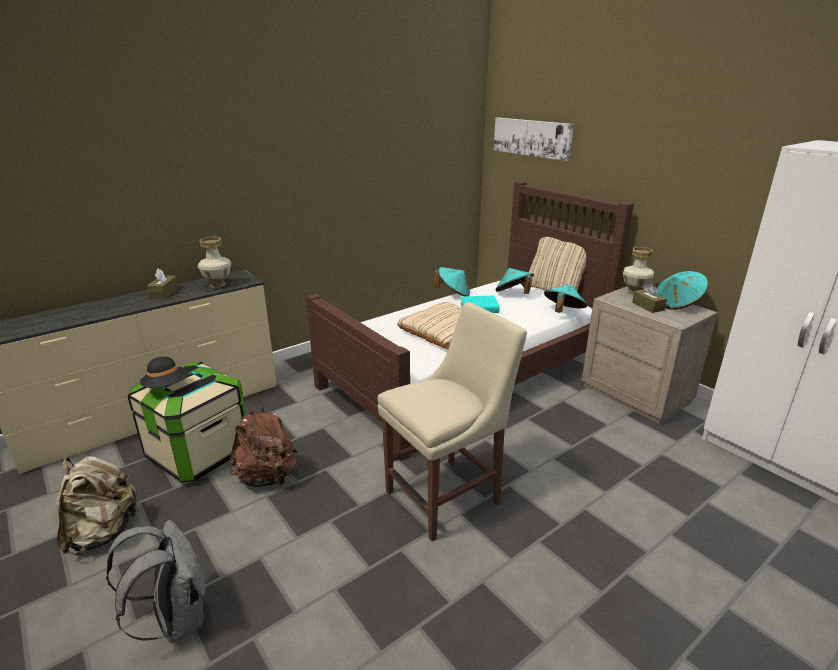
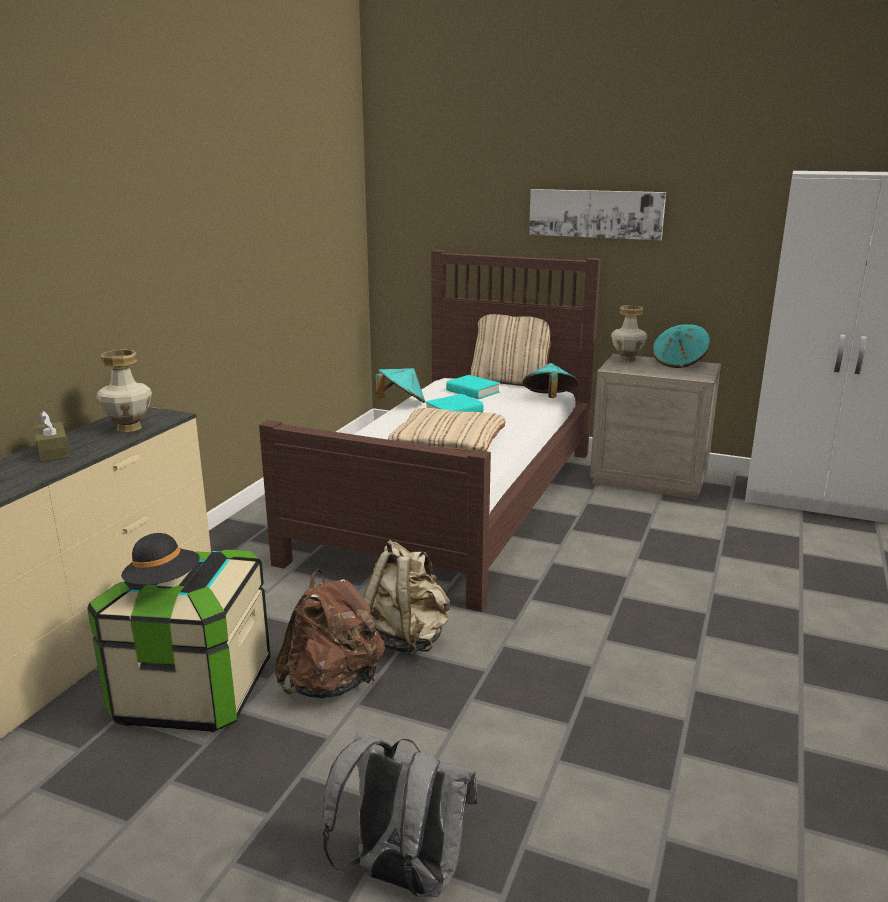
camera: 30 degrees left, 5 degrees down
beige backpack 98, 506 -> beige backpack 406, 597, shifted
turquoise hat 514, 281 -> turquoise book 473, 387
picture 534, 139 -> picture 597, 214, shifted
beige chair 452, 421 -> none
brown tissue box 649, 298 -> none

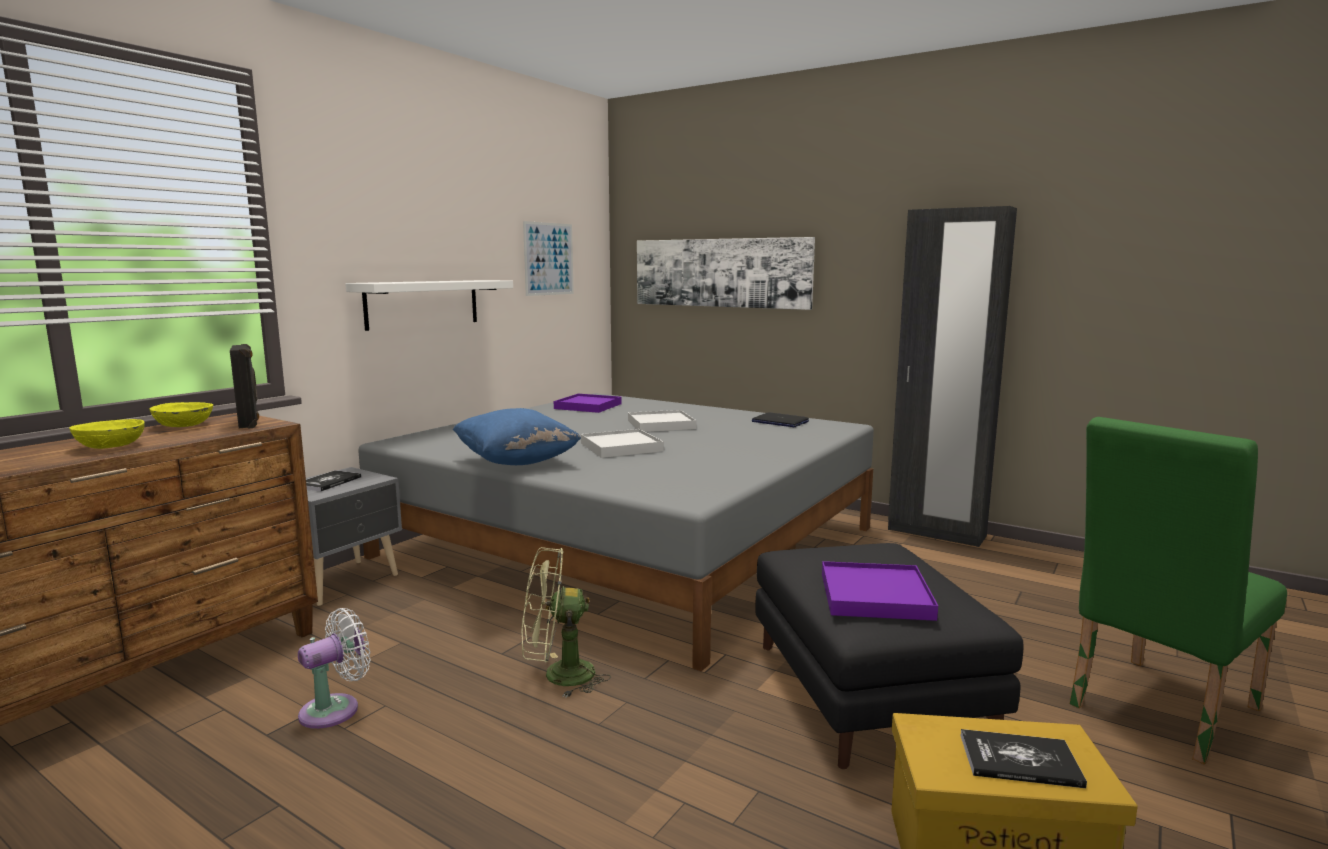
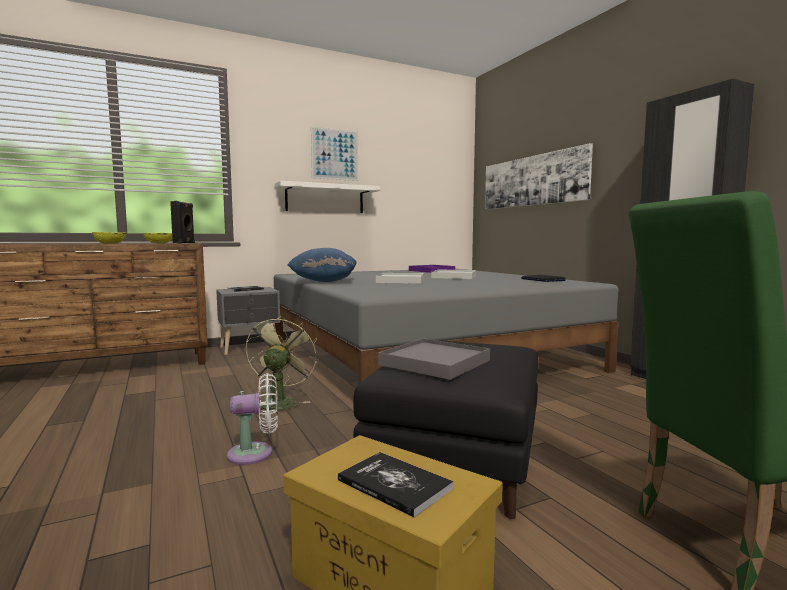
camera: 30 degrees right, 5 degrees down
white fan 334, 668 -> white fan 252, 419, shifted
green fan 566, 622 -> green fan 282, 365, 75 degrees clockwise
picture 548, 258 -> picture 334, 153, shifted
purple tray 880, 591 -> grey tray 434, 359

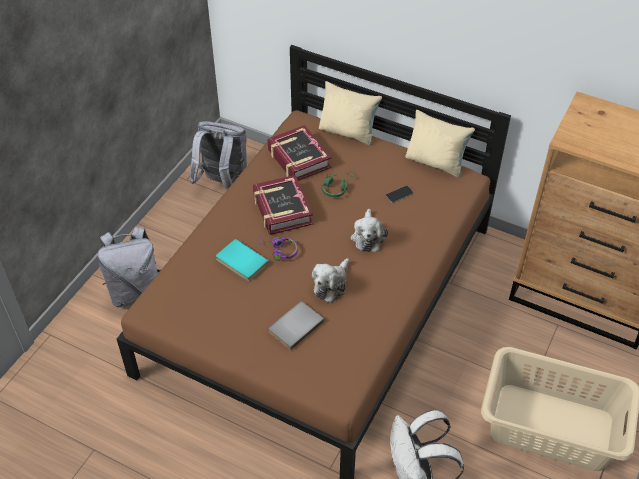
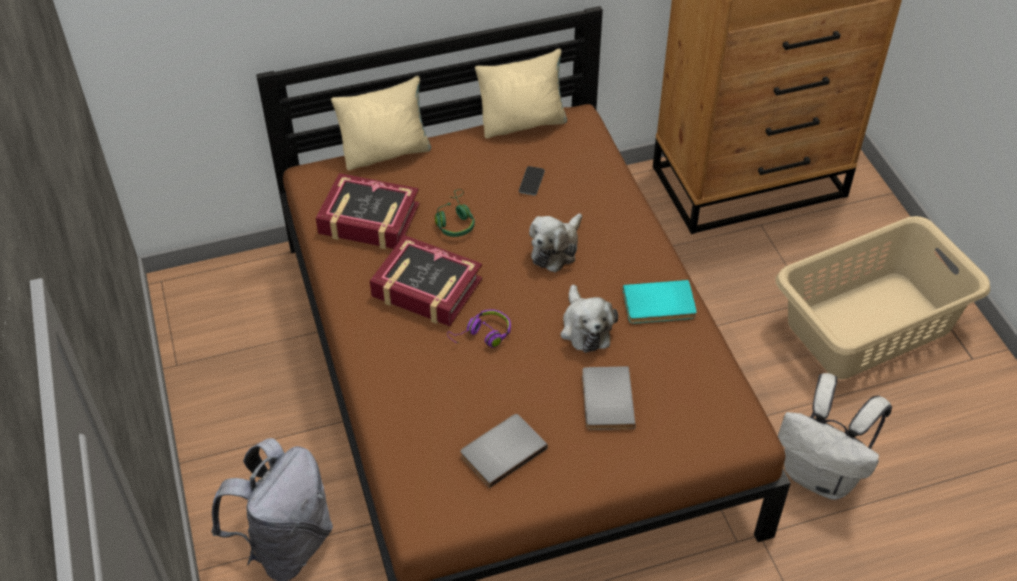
camera: 45 degrees left, 0 degrees up
none -> grey book 504, 451
plush toy 369, 230 -> plush toy 555, 243, 75 degrees clockwise
turquoise book 242, 260 -> turquoise book 660, 302, shifted
grey backpack 218, 155 -> none

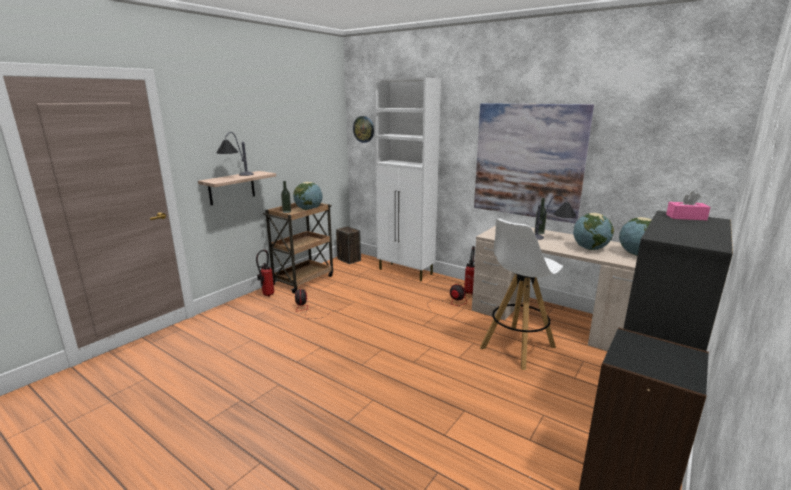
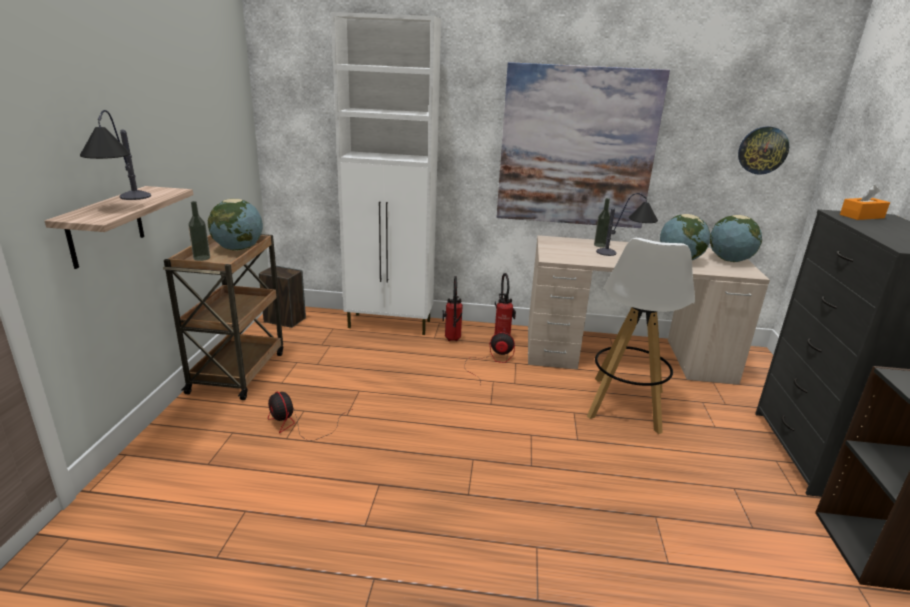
camera: 30 degrees left, 5 degrees up
fire extinguisher 265, 273 -> fire extinguisher 452, 308, shifted
wall clock 363, 129 -> wall clock 763, 150, shifted
pink tissue box 688, 205 -> orange tissue box 865, 202

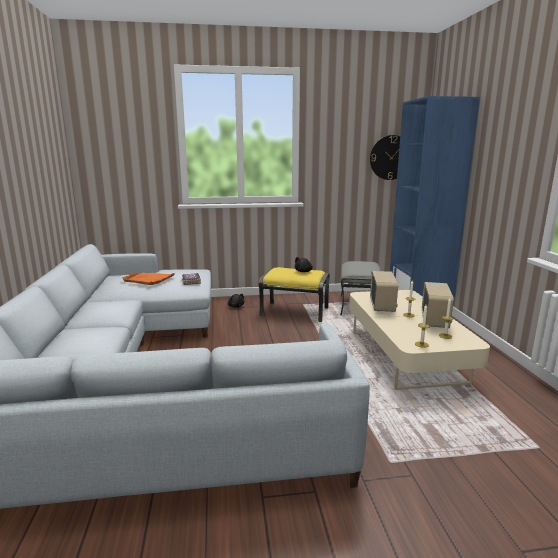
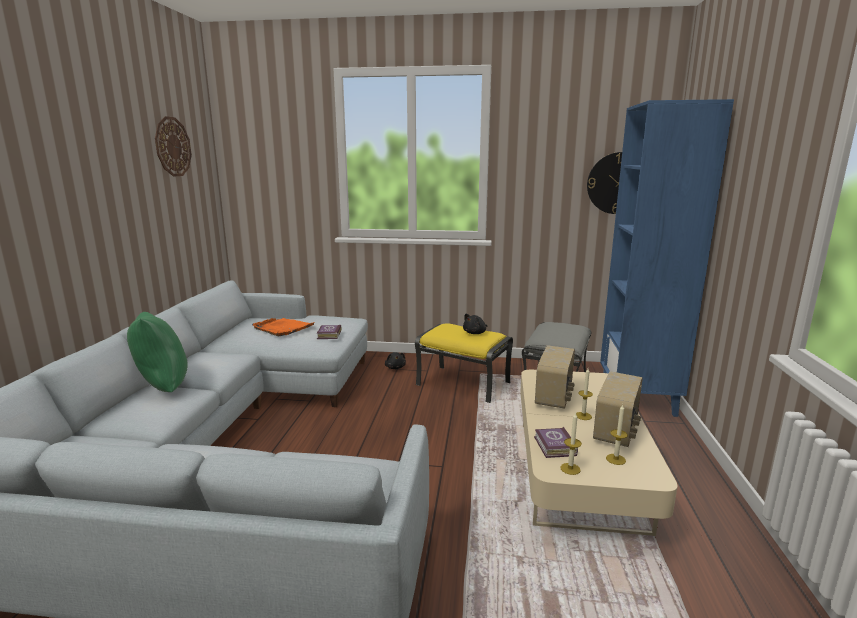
camera: 15 degrees right, 0 degrees up
none -> green pillow 157, 352
none -> wall clock 173, 146
none -> book 556, 442

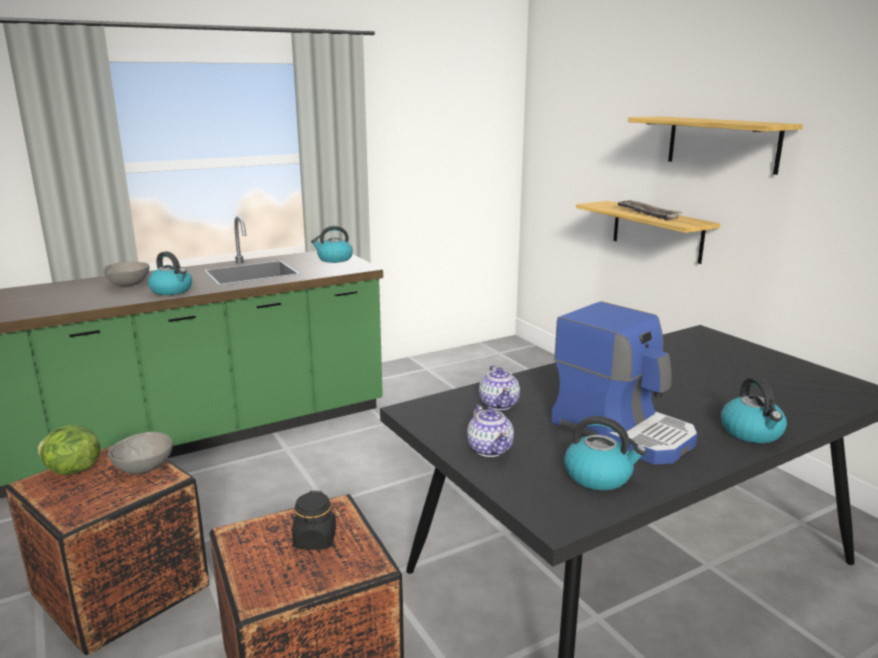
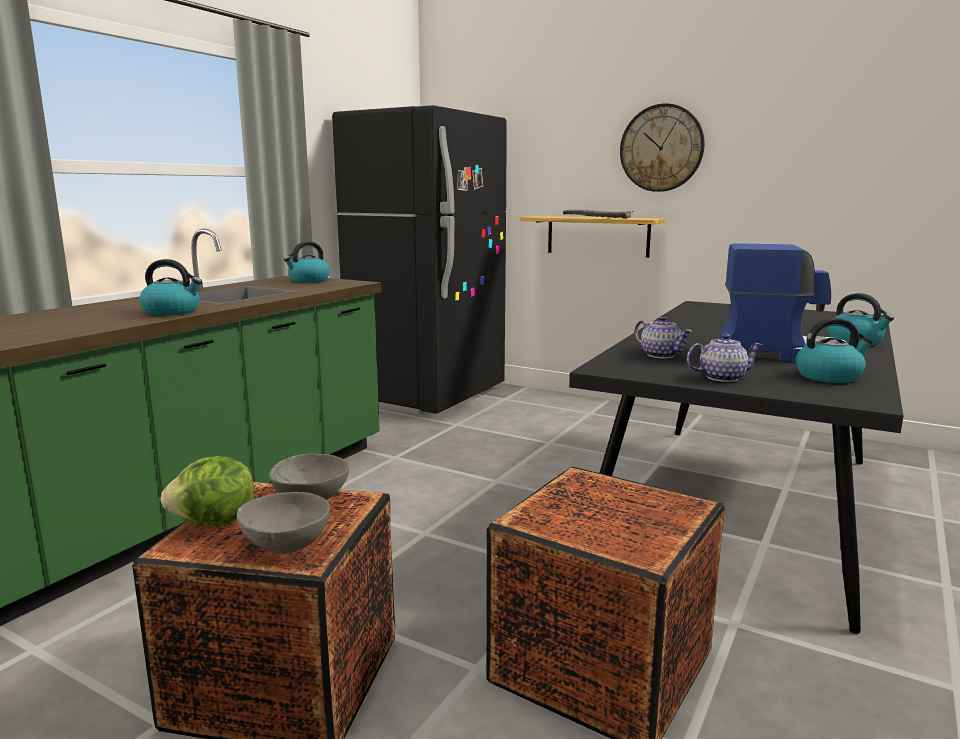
camera: 30 degrees left, 5 degrees down
grey bowl 126, 274 -> grey bowl 283, 522, shifted
none -> black fridge 419, 260
shelf 715, 145 -> wall clock 662, 147
teapot 490, 431 -> teapot 724, 358, 45 degrees counterclockwise
black jar 314, 520 -> none

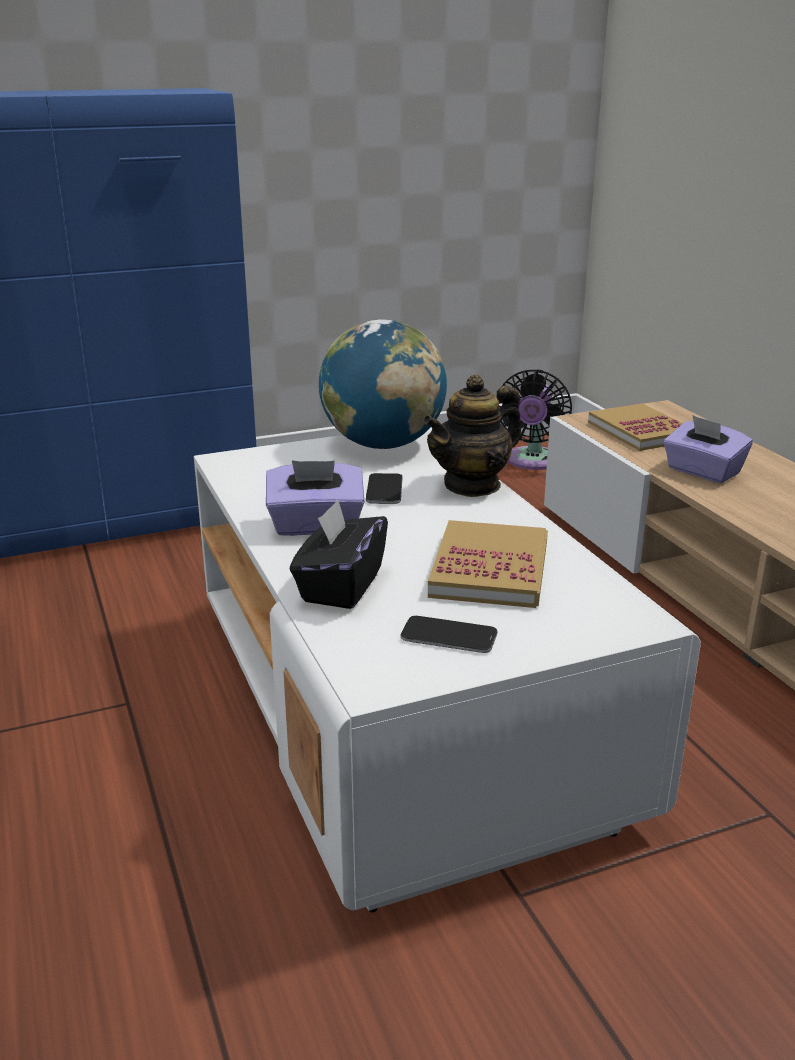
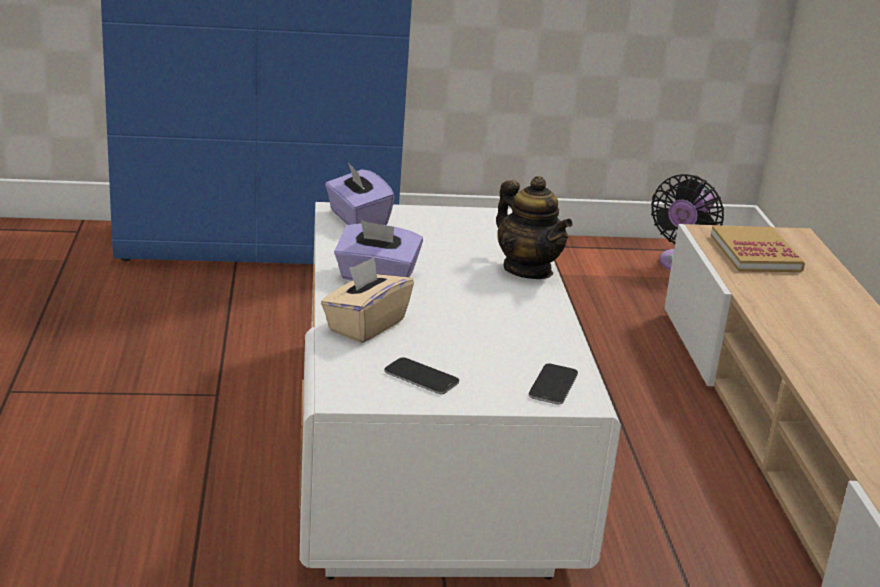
camera: 15 degrees right, 0 degrees up
black tissue box 339, 554 -> beige tissue box 367, 300
purple tissue box 708, 449 -> purple tissue box 360, 194, shifted
teapot 472, 435 -> teapot 534, 227, 105 degrees counterclockwise
phone 384, 488 -> phone 553, 384, shifted
globe 383, 384 -> none
book 488, 564 -> none

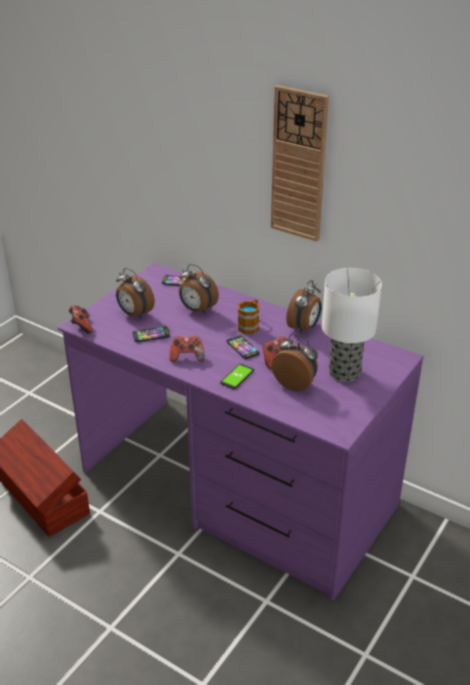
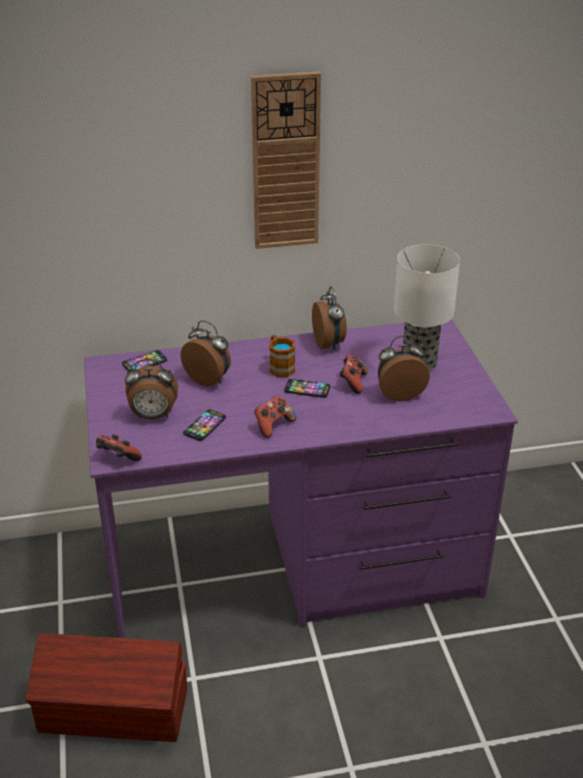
camera: 45 degrees left, 0 degrees up
alarm clock 199, 289 -> alarm clock 206, 353, 135 degrees counterclockwise
phone 237, 376 -> none

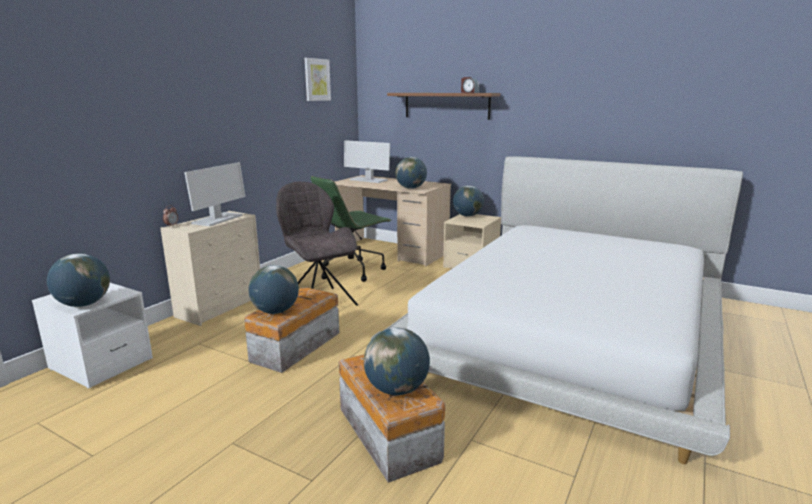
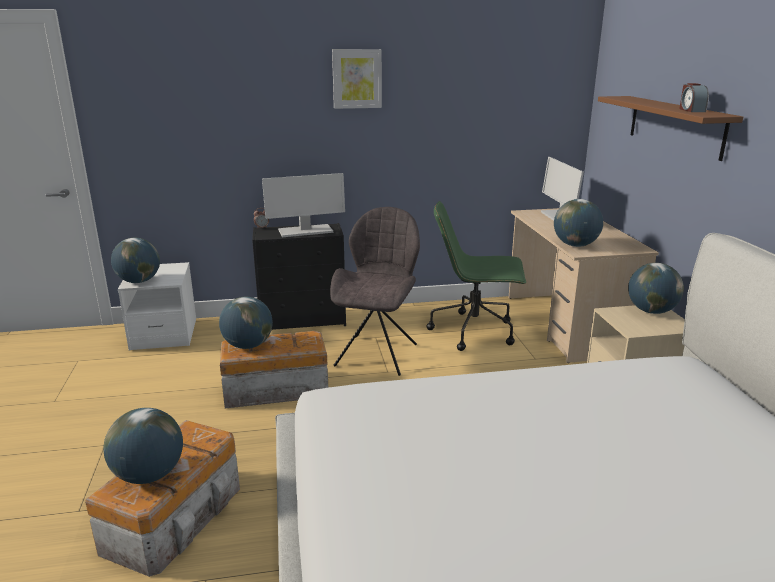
camera: 50 degrees right, 5 degrees up
beige dresser 210, 268 -> black dresser 299, 276
picture 318, 79 -> picture 357, 79, shifted

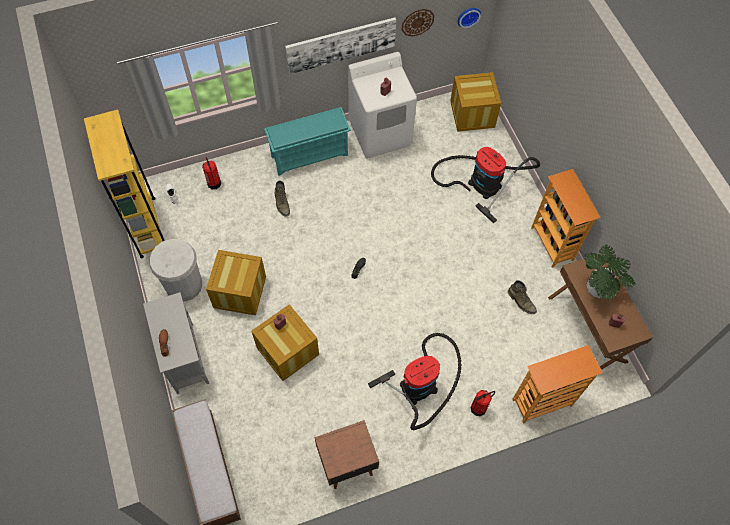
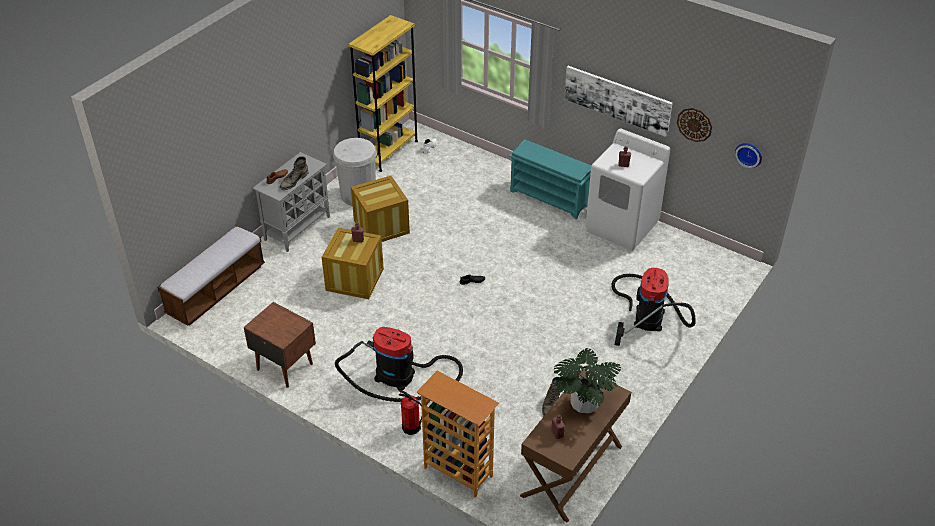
camera: 55 degrees right, 20 degrees down
green boot 282, 198 -> green boot 294, 173, shifted
fire extinguisher 211, 173 -> none
crate 475, 102 -> none
bookcase 566, 218 -> none

